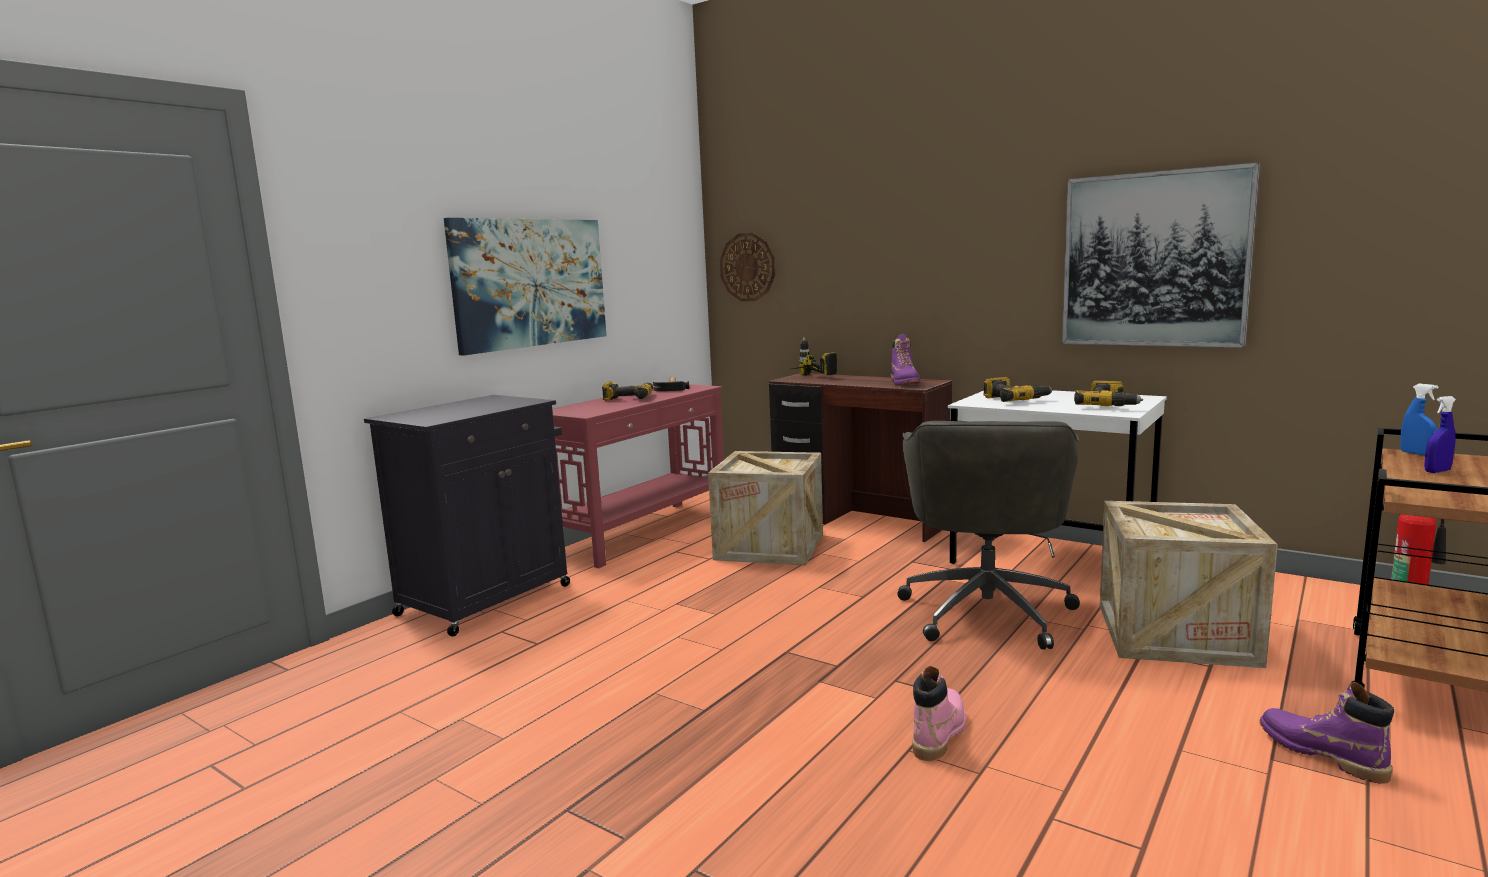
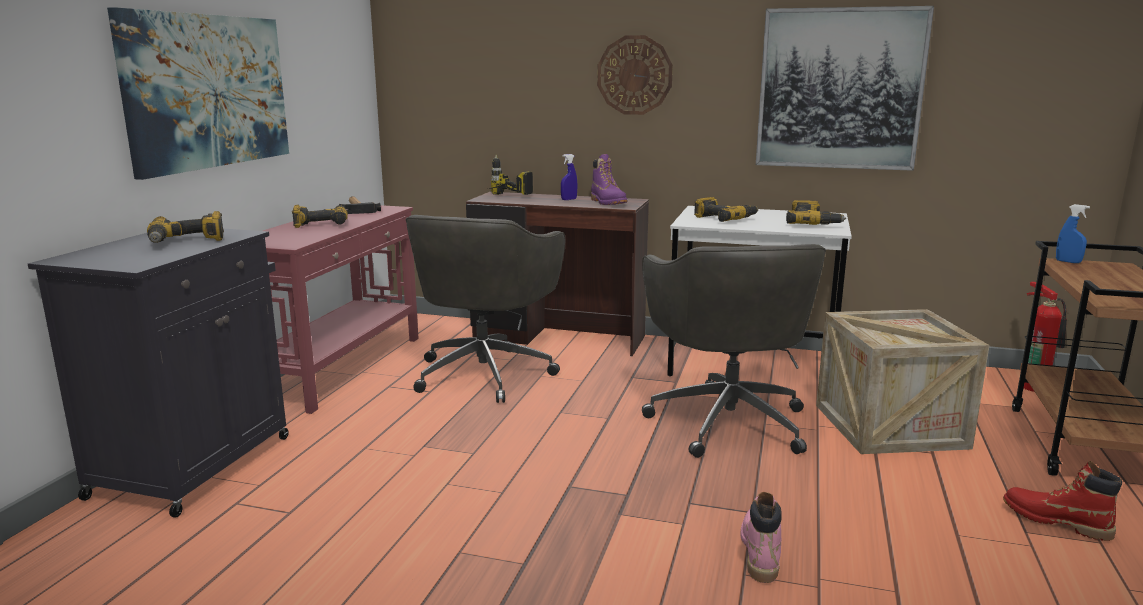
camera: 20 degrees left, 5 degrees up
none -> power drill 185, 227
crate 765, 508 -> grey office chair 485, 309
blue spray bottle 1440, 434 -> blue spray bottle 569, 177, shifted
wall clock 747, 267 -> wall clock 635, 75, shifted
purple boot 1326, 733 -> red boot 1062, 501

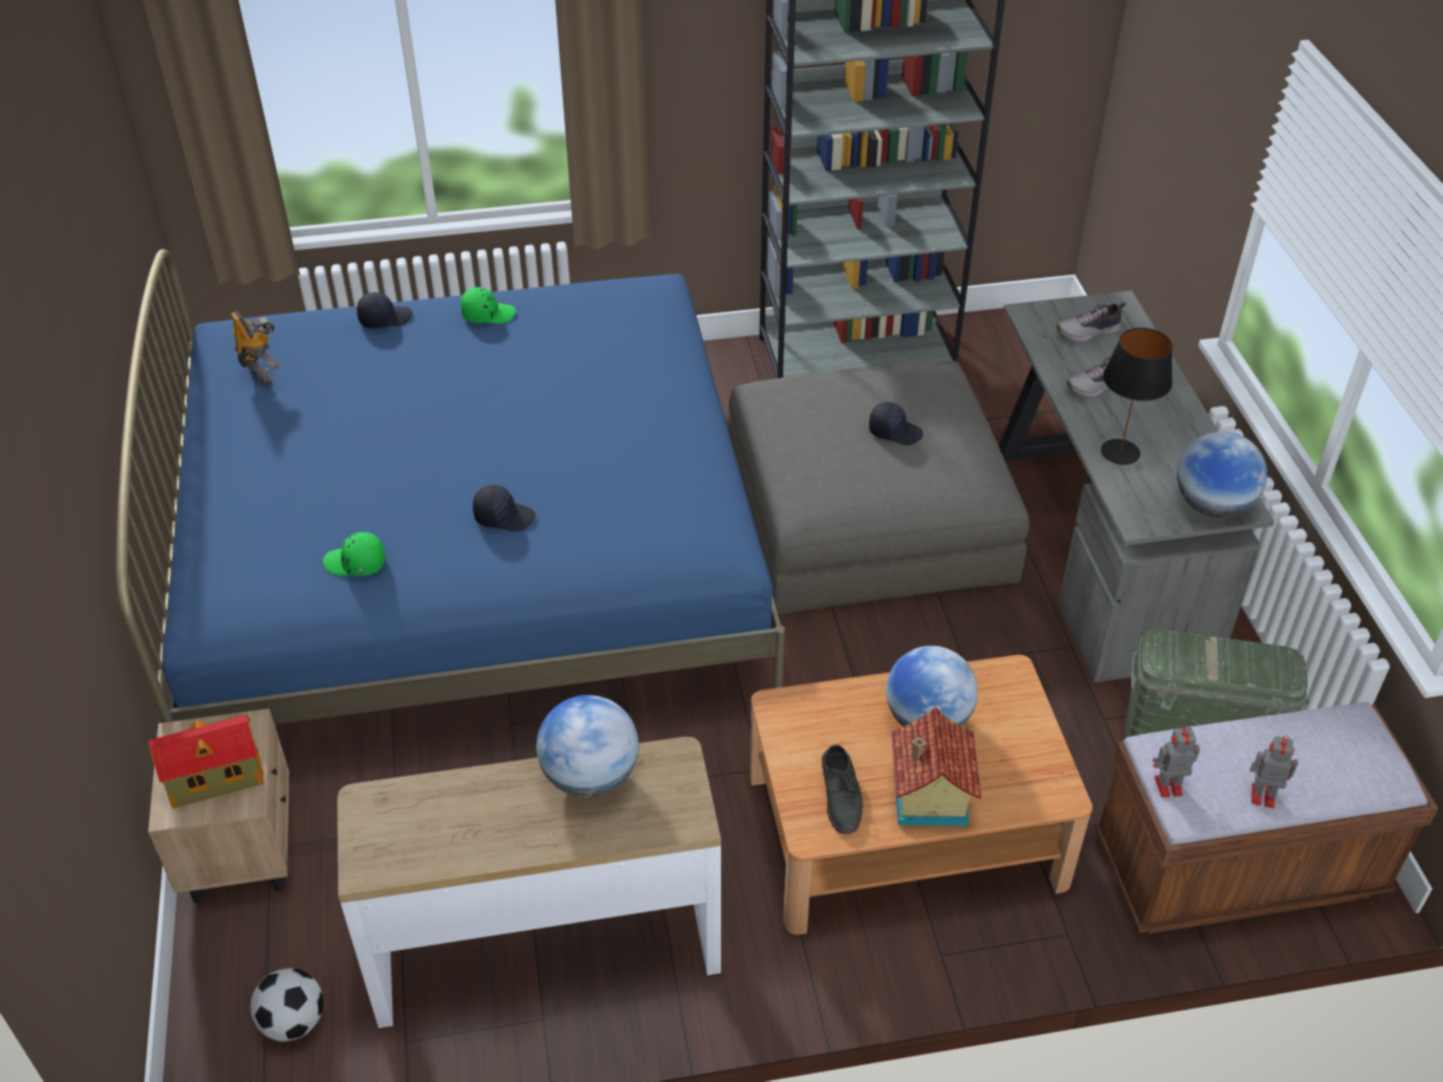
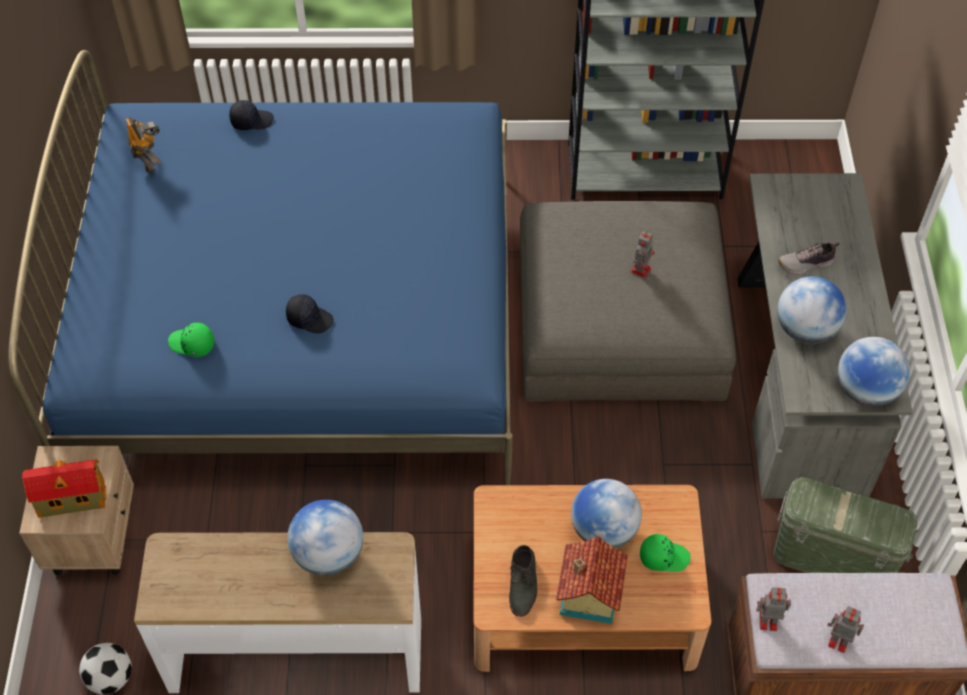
camera: 10 degrees right, 10 degrees up
black cap 896, 423 -> toy robot 643, 254
green cap 488, 305 -> green cap 665, 553, shifted
black table lamp 1137, 396 -> globe 812, 310
shoe 1091, 322 -> none

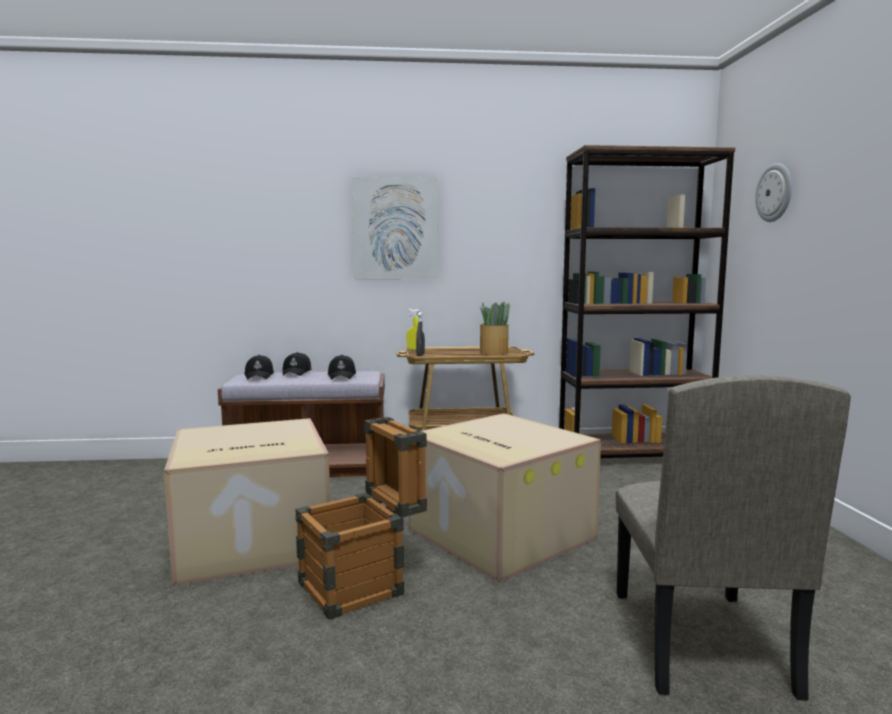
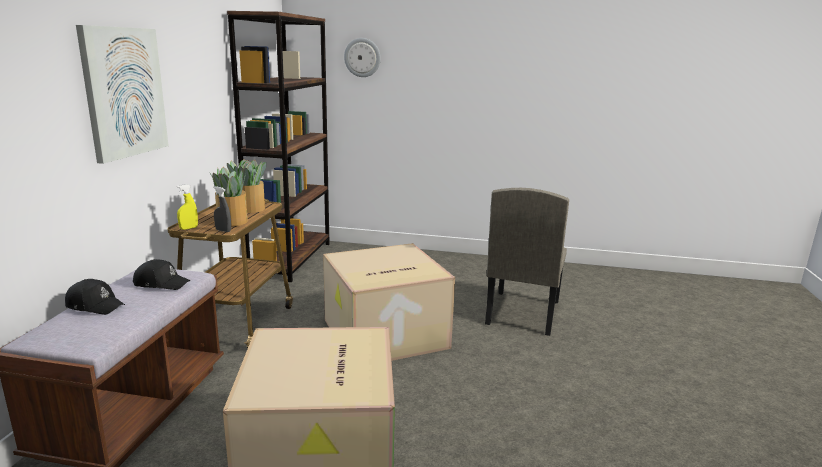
camera: 75 degrees left, 10 degrees up
none -> potted plant 229, 196
beige chair 733, 538 -> beige chair 527, 262, 90 degrees clockwise
black cap 259, 367 -> none
crate 361, 518 -> none

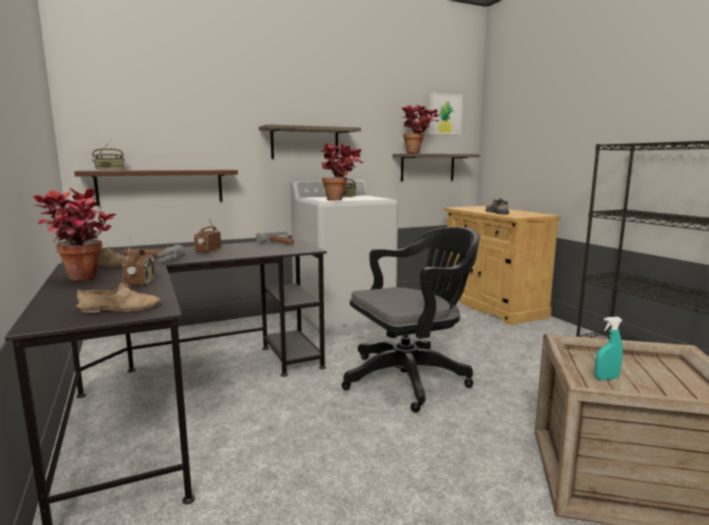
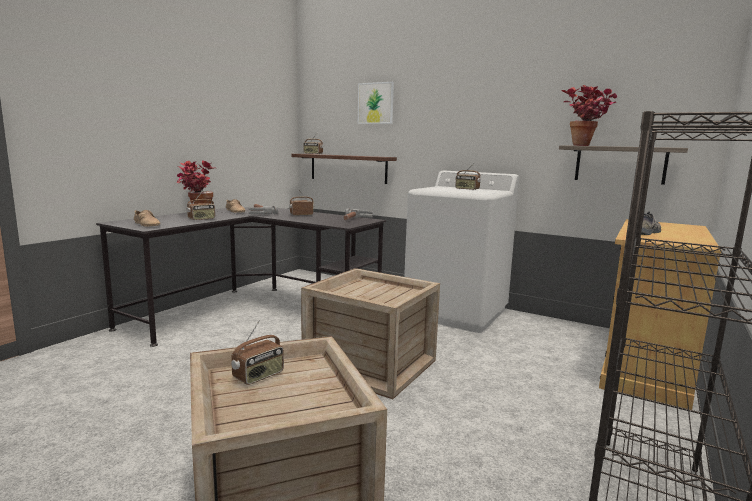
camera: 55 degrees right, 0 degrees up
turquoise spray bottle 609, 348 -> radio 257, 352
black office chair 411, 320 -> crate 370, 333
picture 445, 114 -> picture 376, 103, shifted
shelf 310, 141 -> none
potted plant 341, 171 -> none

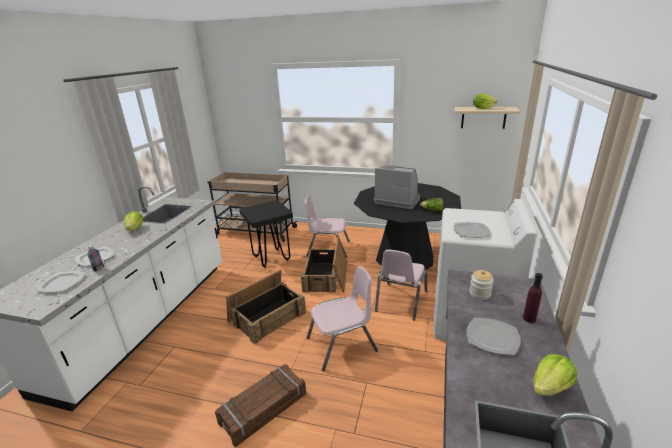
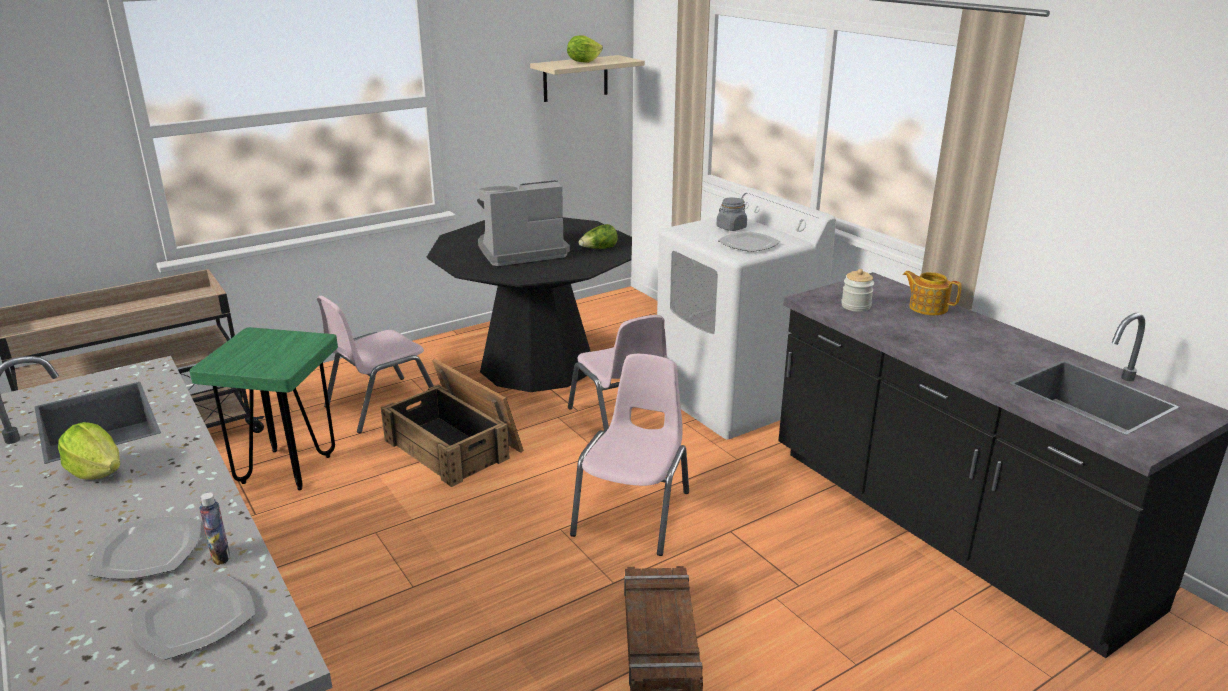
camera: 50 degrees left, 0 degrees up
black stool 266, 234 -> green stool 264, 408
none -> grey jar 731, 214
purple bottle 533, 298 -> teapot 932, 293
crate 266, 306 -> none
plate 493, 336 -> none
lettuce 555, 375 -> none

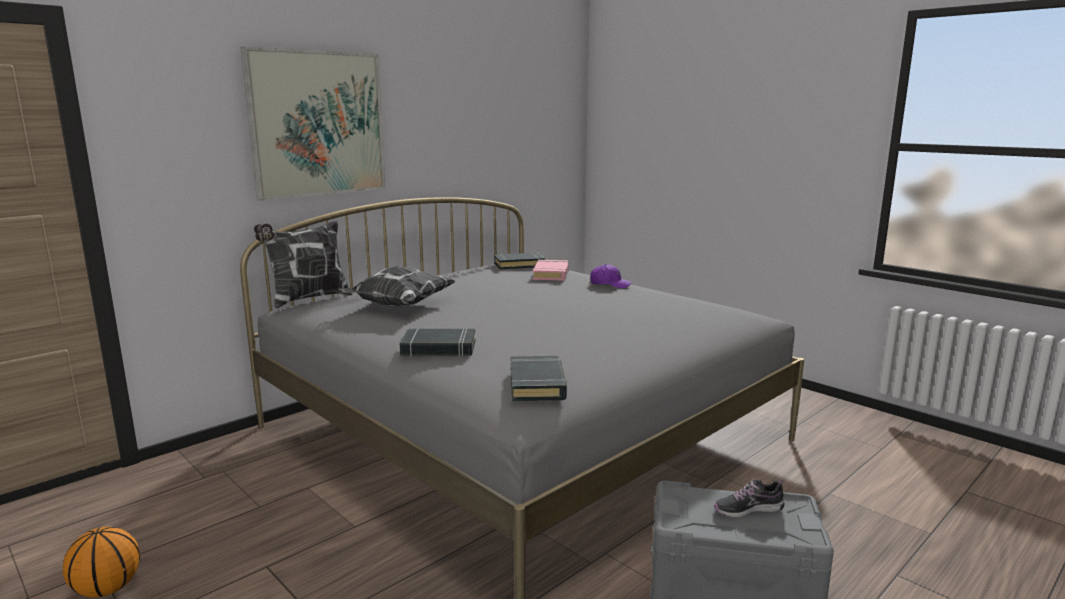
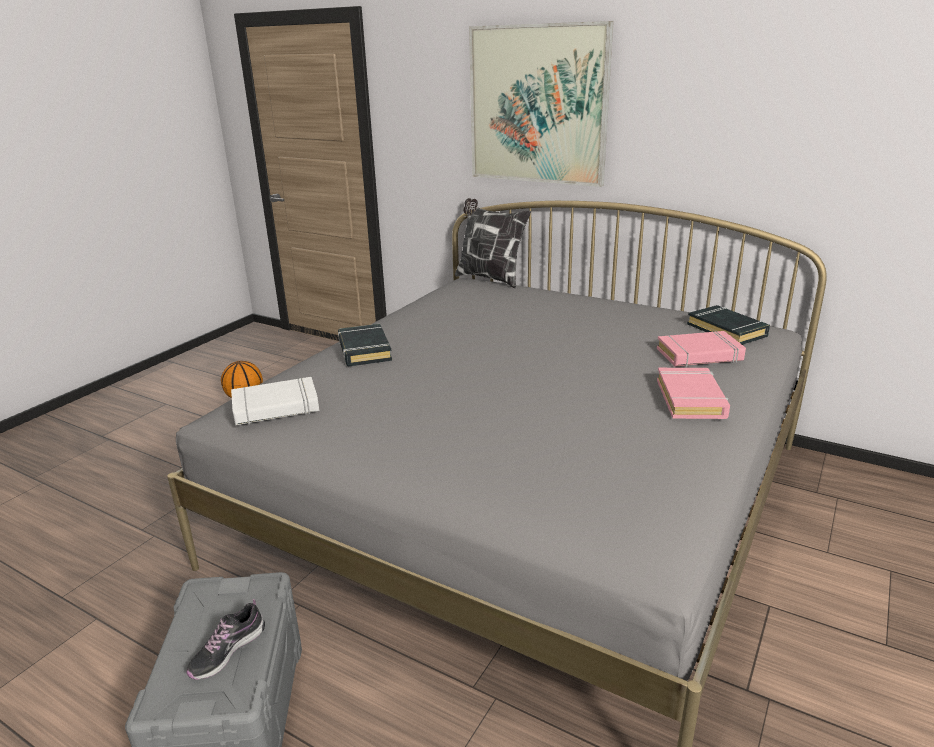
camera: 75 degrees right, 10 degrees up
shoe 749, 498 -> shoe 226, 639, 120 degrees counterclockwise
black book 538, 378 -> white book 275, 401
purple cap 611, 276 -> pink book 693, 393
pillow 395, 286 -> none

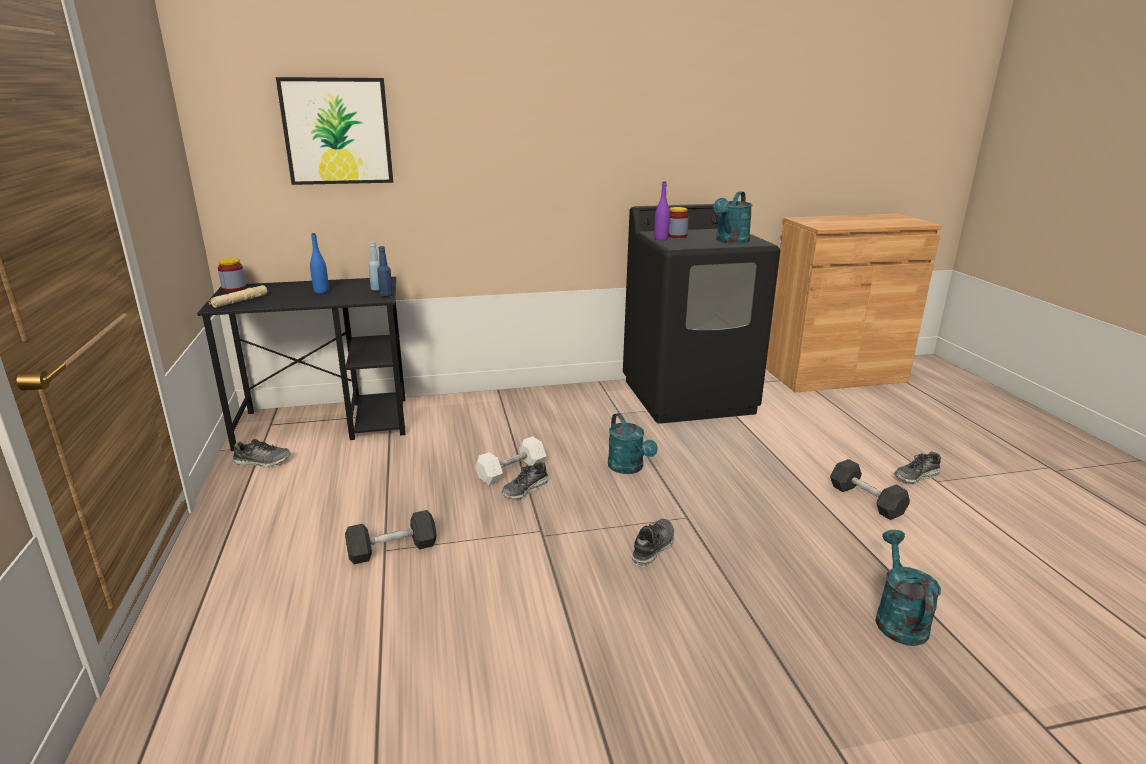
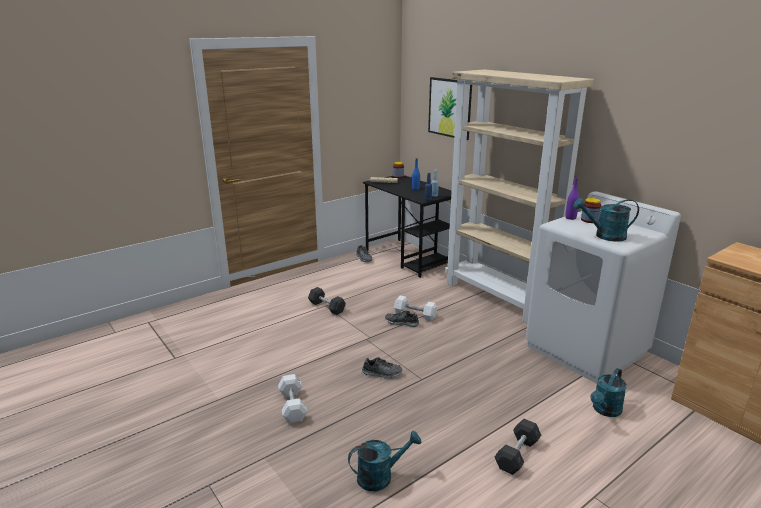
camera: 65 degrees right, 0 degrees up
none -> white dumbbell 292, 398
none -> beige bookcase 519, 196
black washing machine 701, 314 -> white washing machine 603, 287
turquoise watering can 632, 443 -> turquoise watering can 608, 392, shifted
shoe 917, 468 -> none

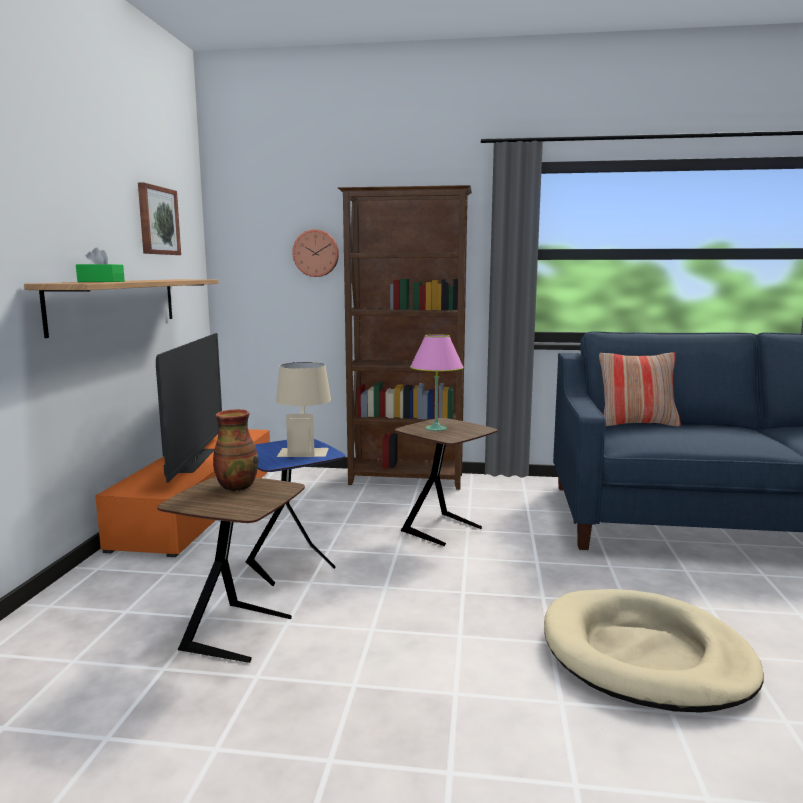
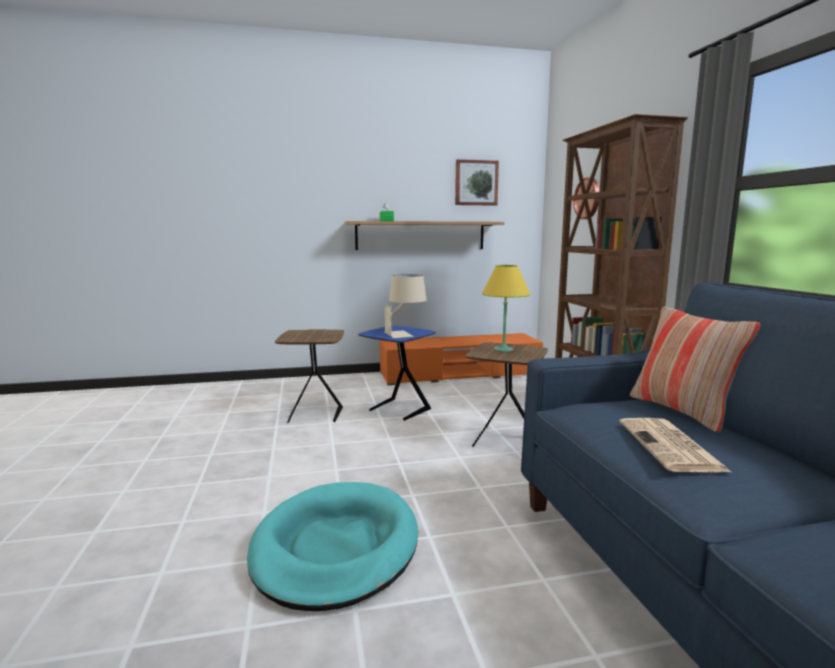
camera: 70 degrees right, 0 degrees up
beige dog bed 654, 651 -> turquoise dog bed 332, 547
pink table lamp 437, 382 -> yellow table lamp 506, 308
none -> newspaper 675, 445
television 189, 408 -> none
vase 235, 450 -> none

